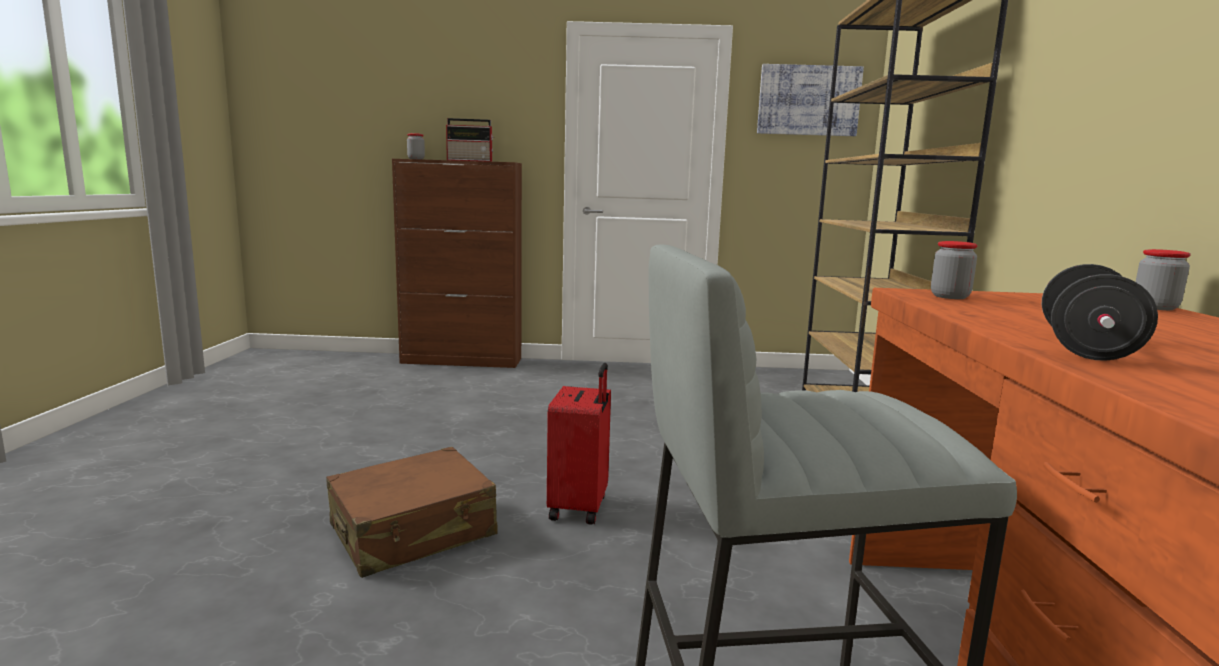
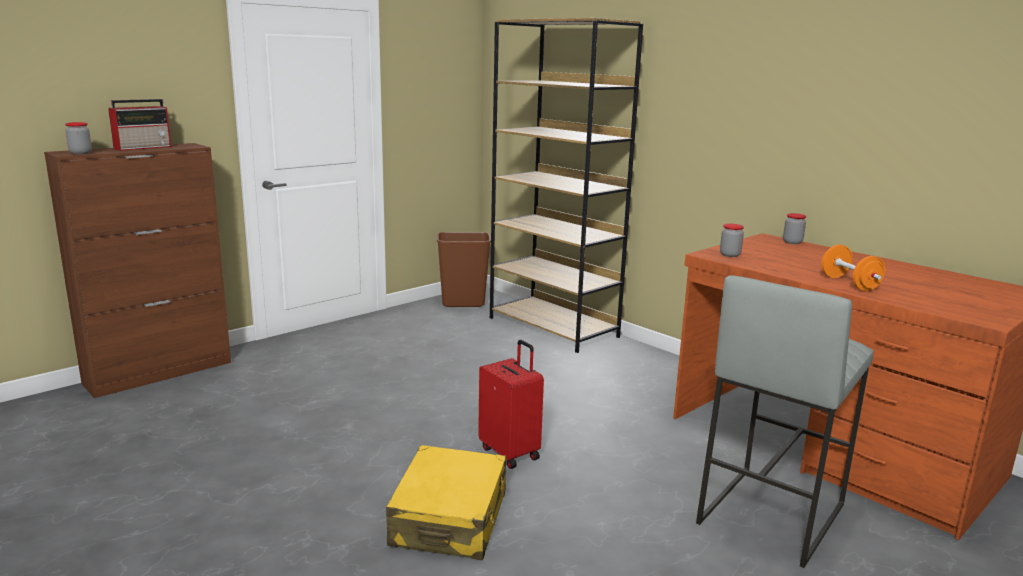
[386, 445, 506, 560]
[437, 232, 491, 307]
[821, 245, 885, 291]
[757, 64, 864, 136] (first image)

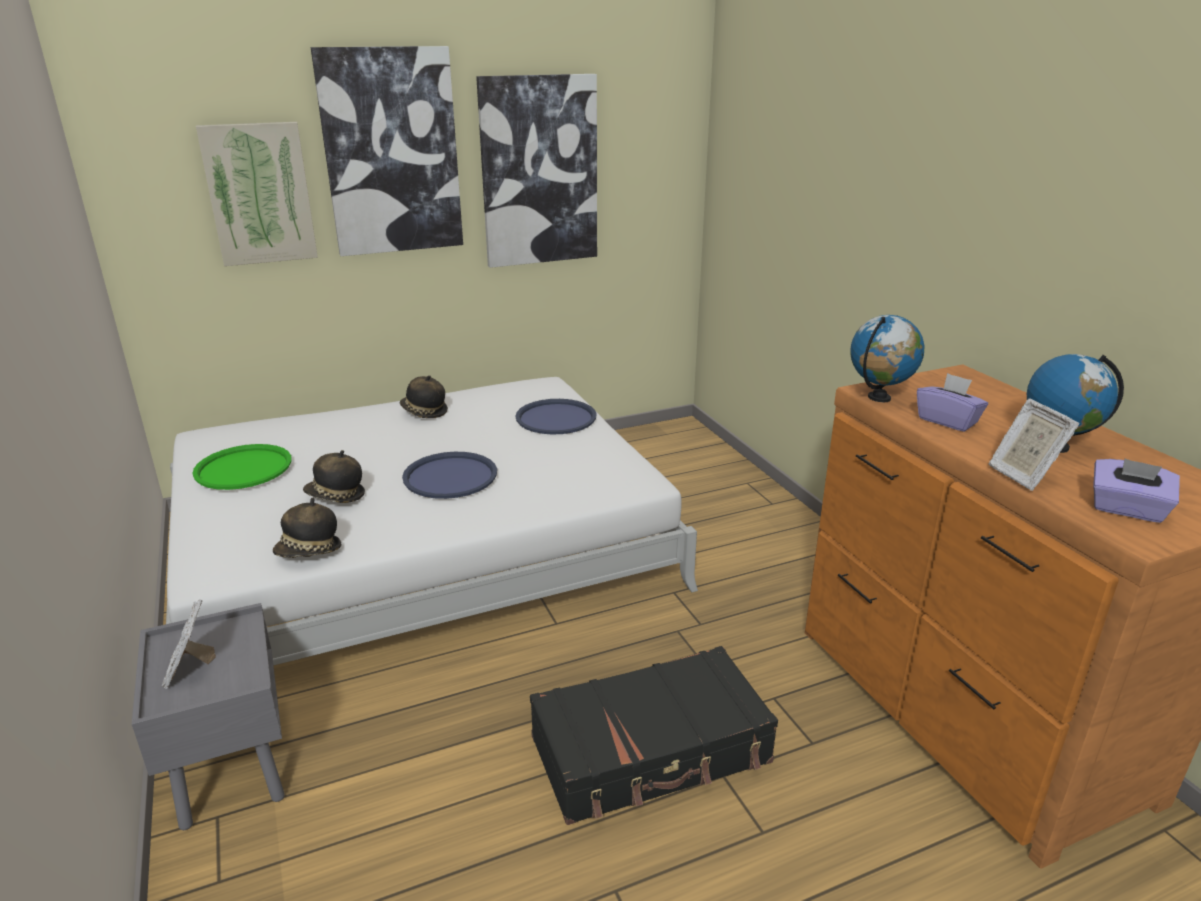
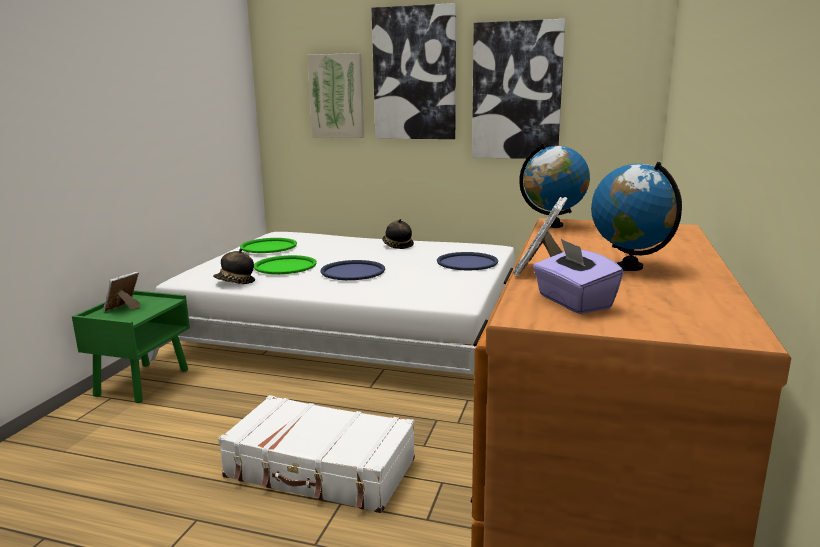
[72, 290, 190, 403]
[218, 395, 415, 513]
[254, 255, 317, 274]
[917, 373, 988, 432] (first image)

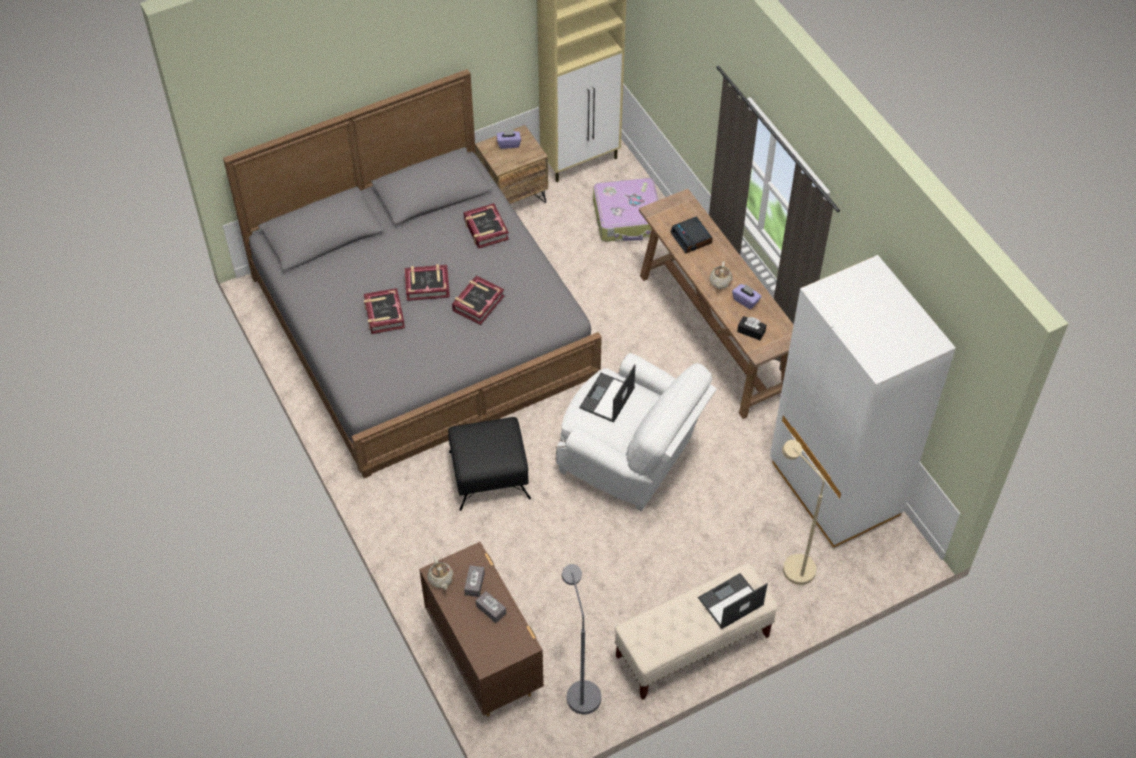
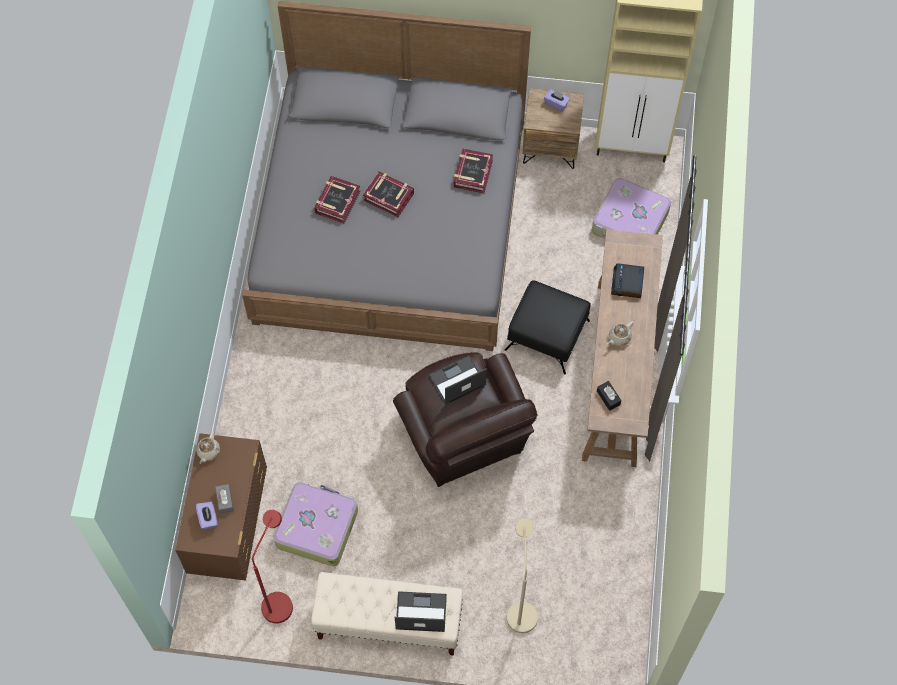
[196, 502, 217, 530]
[252, 510, 293, 624]
[274, 482, 358, 566]
[393, 352, 538, 487]
[505, 280, 591, 374]
[452, 276, 504, 325] (first image)
[464, 565, 485, 597] (first image)
[770, 255, 956, 548] (first image)

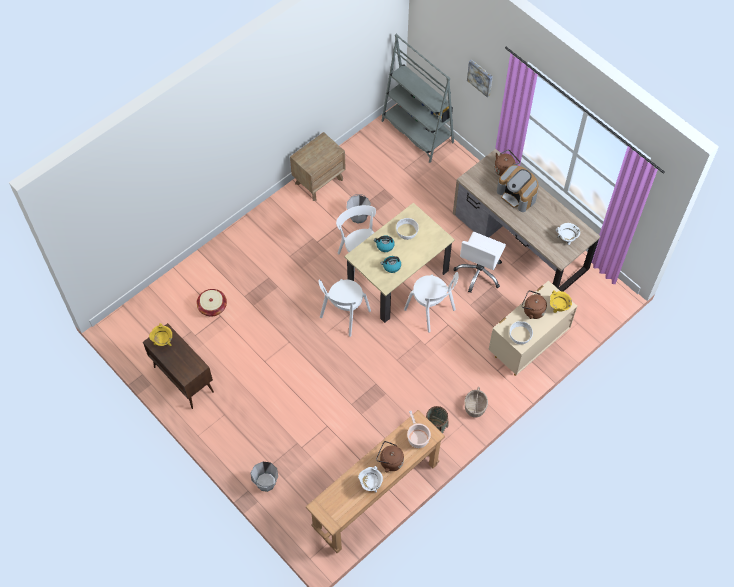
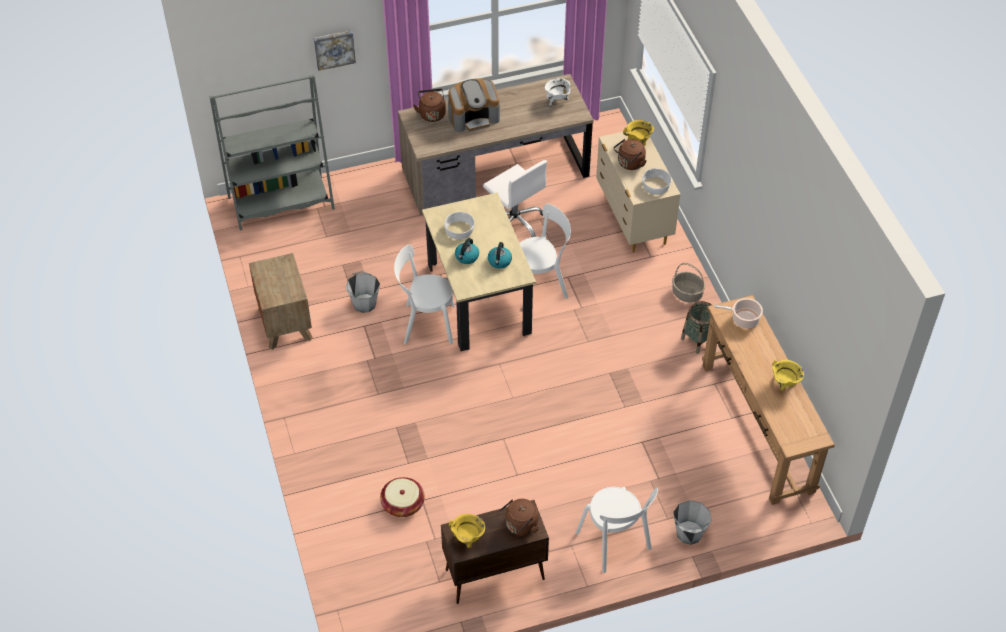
[499, 499, 539, 536]
[576, 487, 658, 573]
[772, 360, 804, 391]

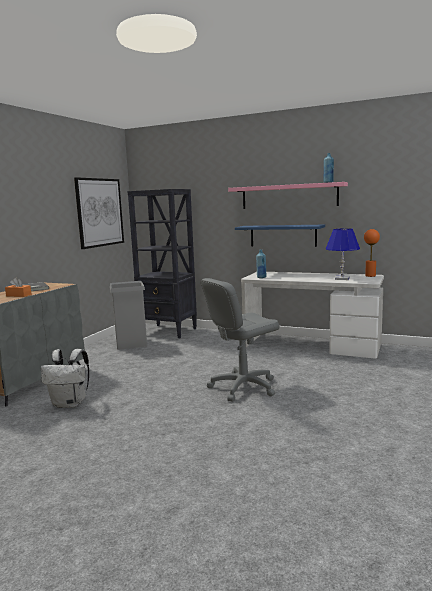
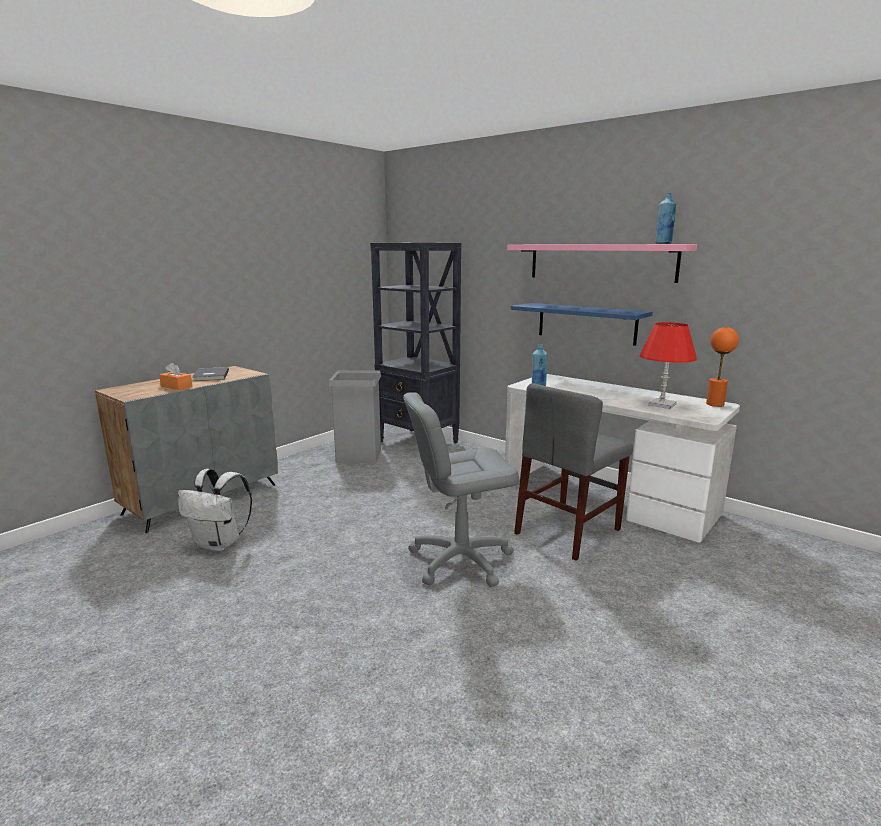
[514, 383, 633, 561]
[639, 322, 697, 409]
[74, 177, 124, 249] (first image)

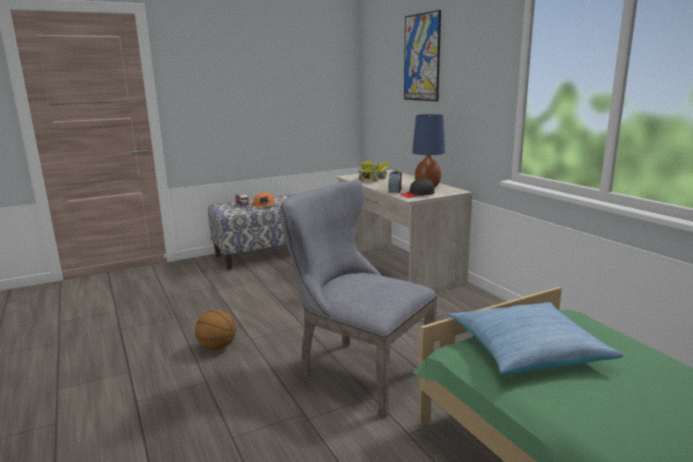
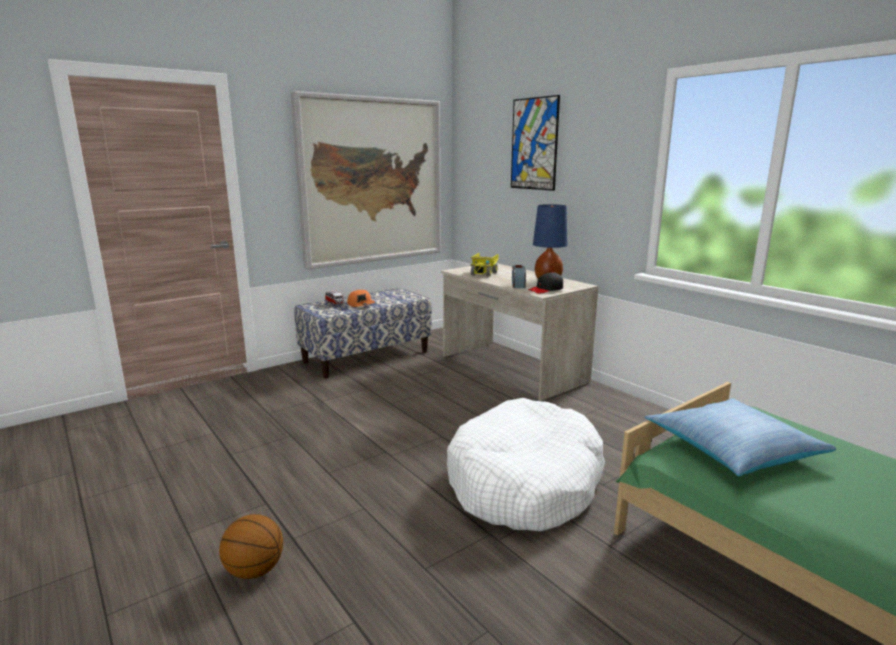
[219, 514, 283, 579]
[291, 91, 441, 270]
[447, 398, 605, 531]

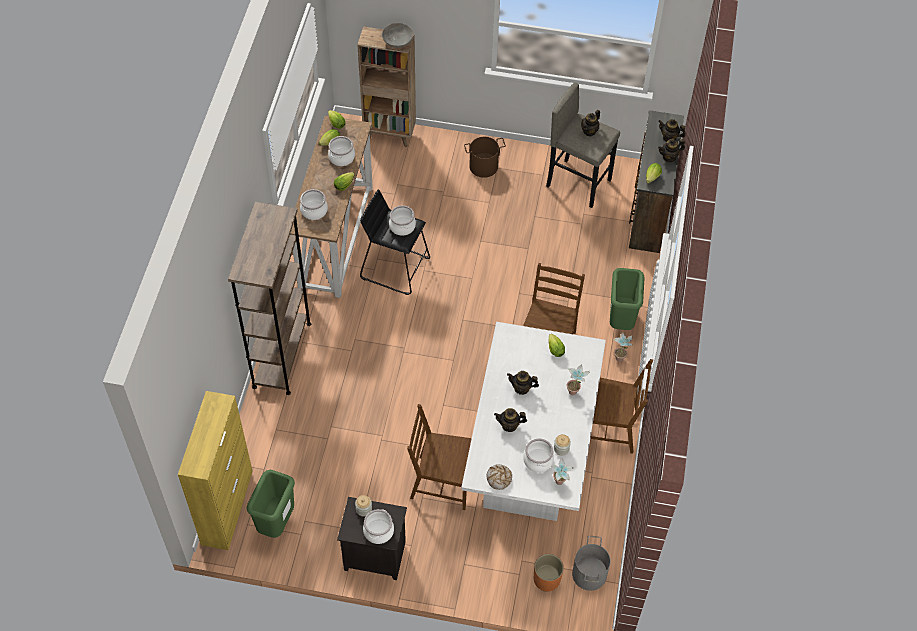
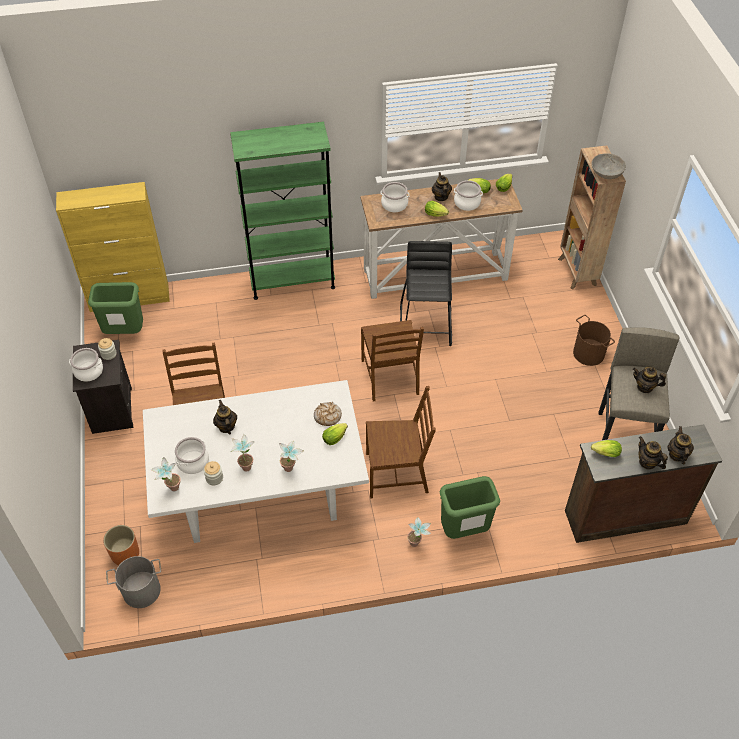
[230, 122, 335, 300]
[231, 434, 255, 472]
[314, 402, 342, 426]
[361, 320, 424, 402]
[432, 172, 452, 201]
[389, 205, 416, 236] (first image)

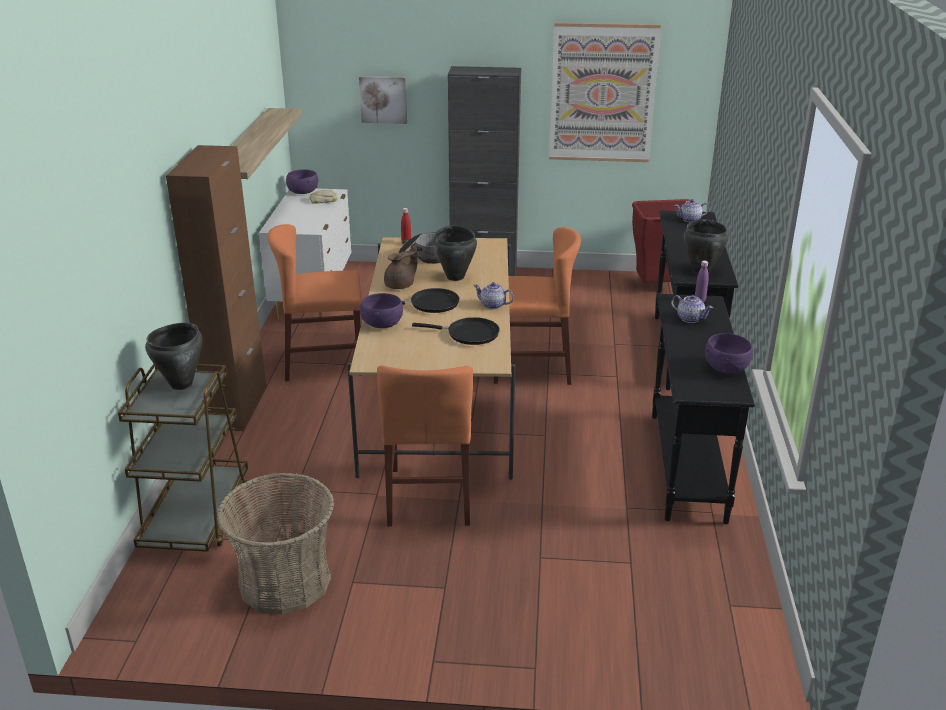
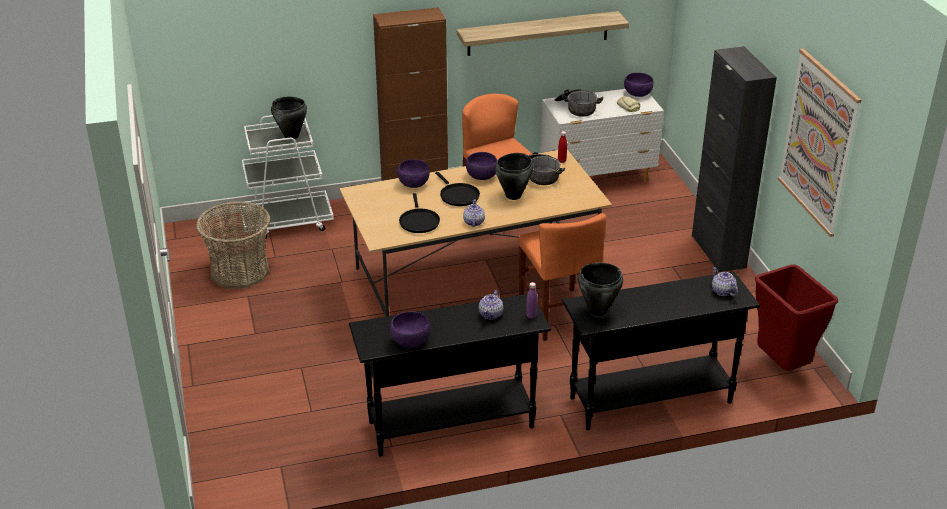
[240, 115, 334, 239]
[466, 152, 497, 180]
[555, 89, 603, 117]
[359, 76, 407, 124] (first image)
[377, 365, 473, 527] (first image)

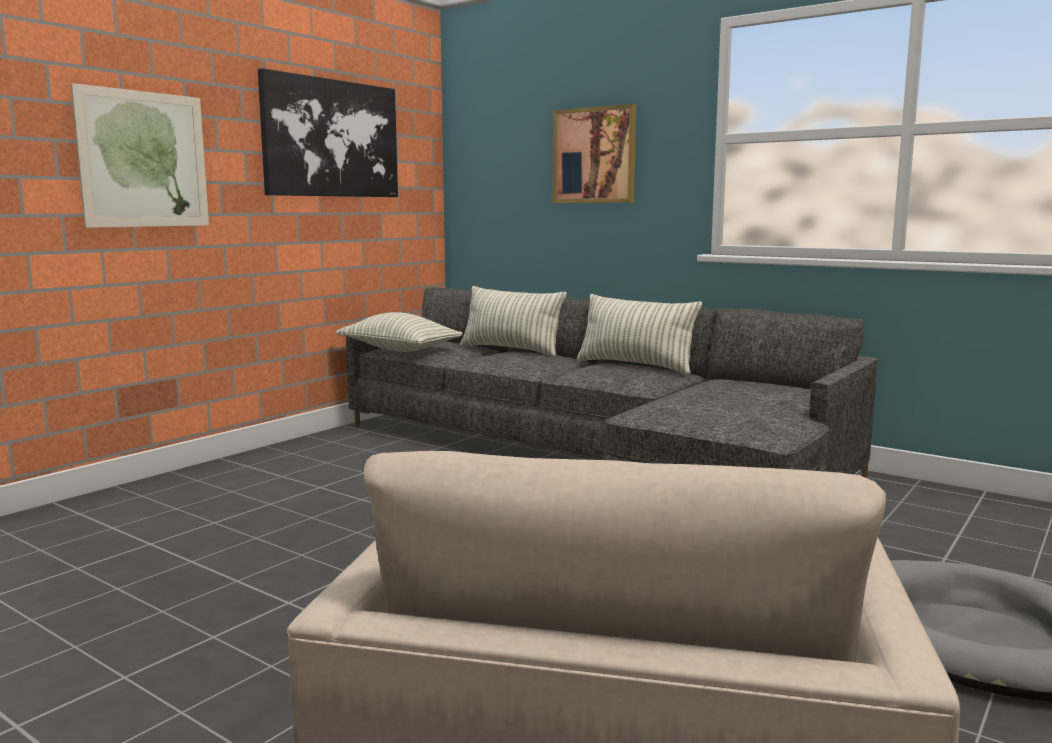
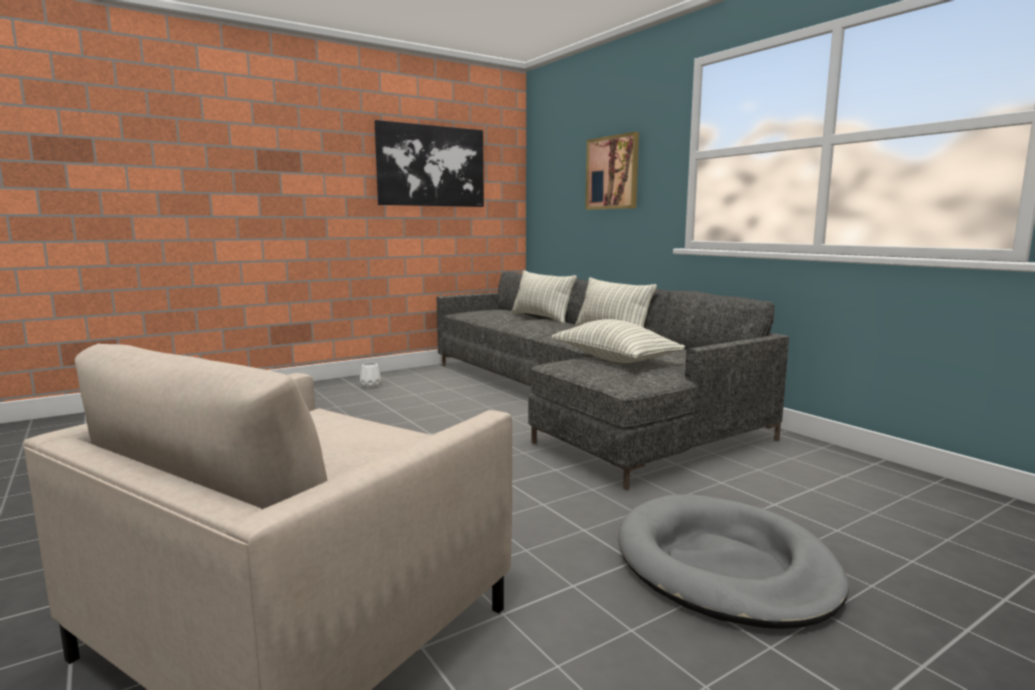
[360, 363, 381, 387]
[551, 319, 685, 363]
[71, 83, 209, 228] (first image)

